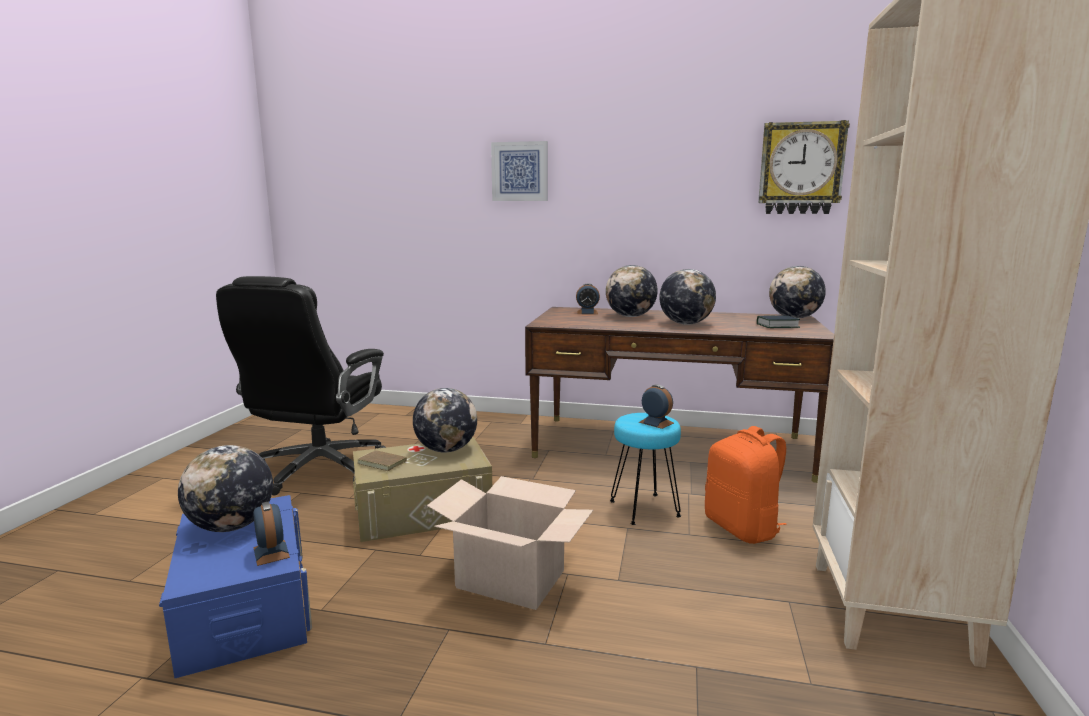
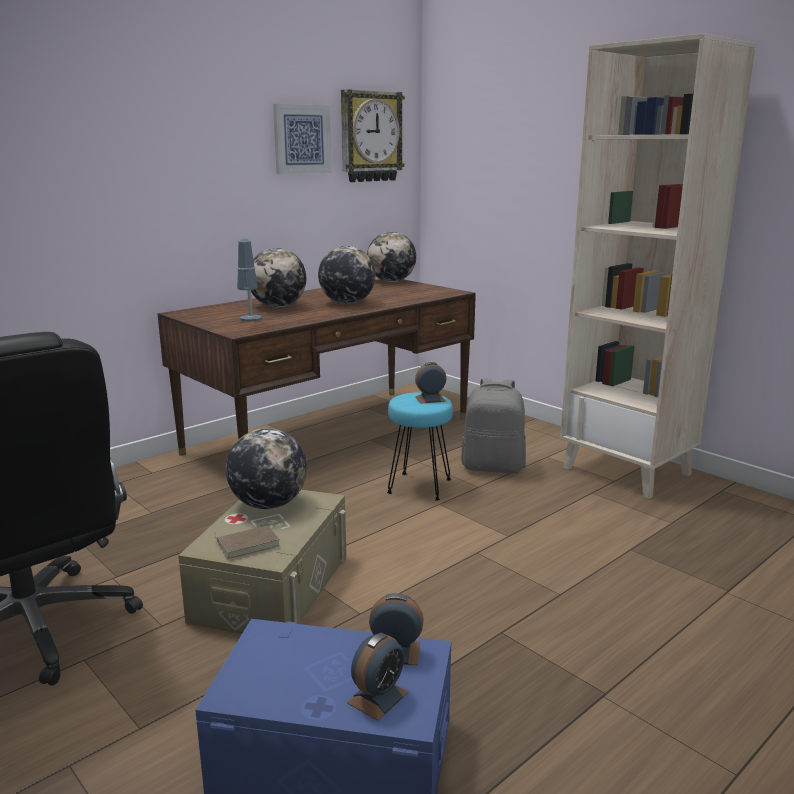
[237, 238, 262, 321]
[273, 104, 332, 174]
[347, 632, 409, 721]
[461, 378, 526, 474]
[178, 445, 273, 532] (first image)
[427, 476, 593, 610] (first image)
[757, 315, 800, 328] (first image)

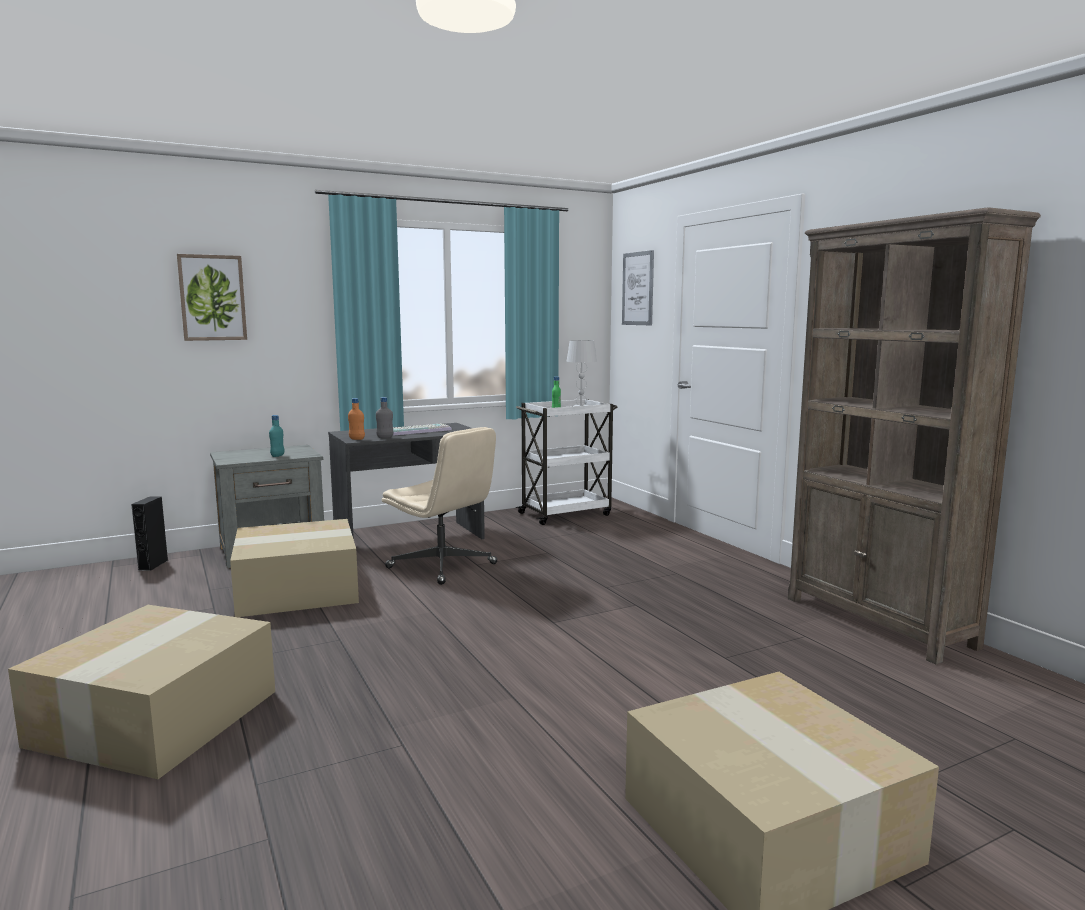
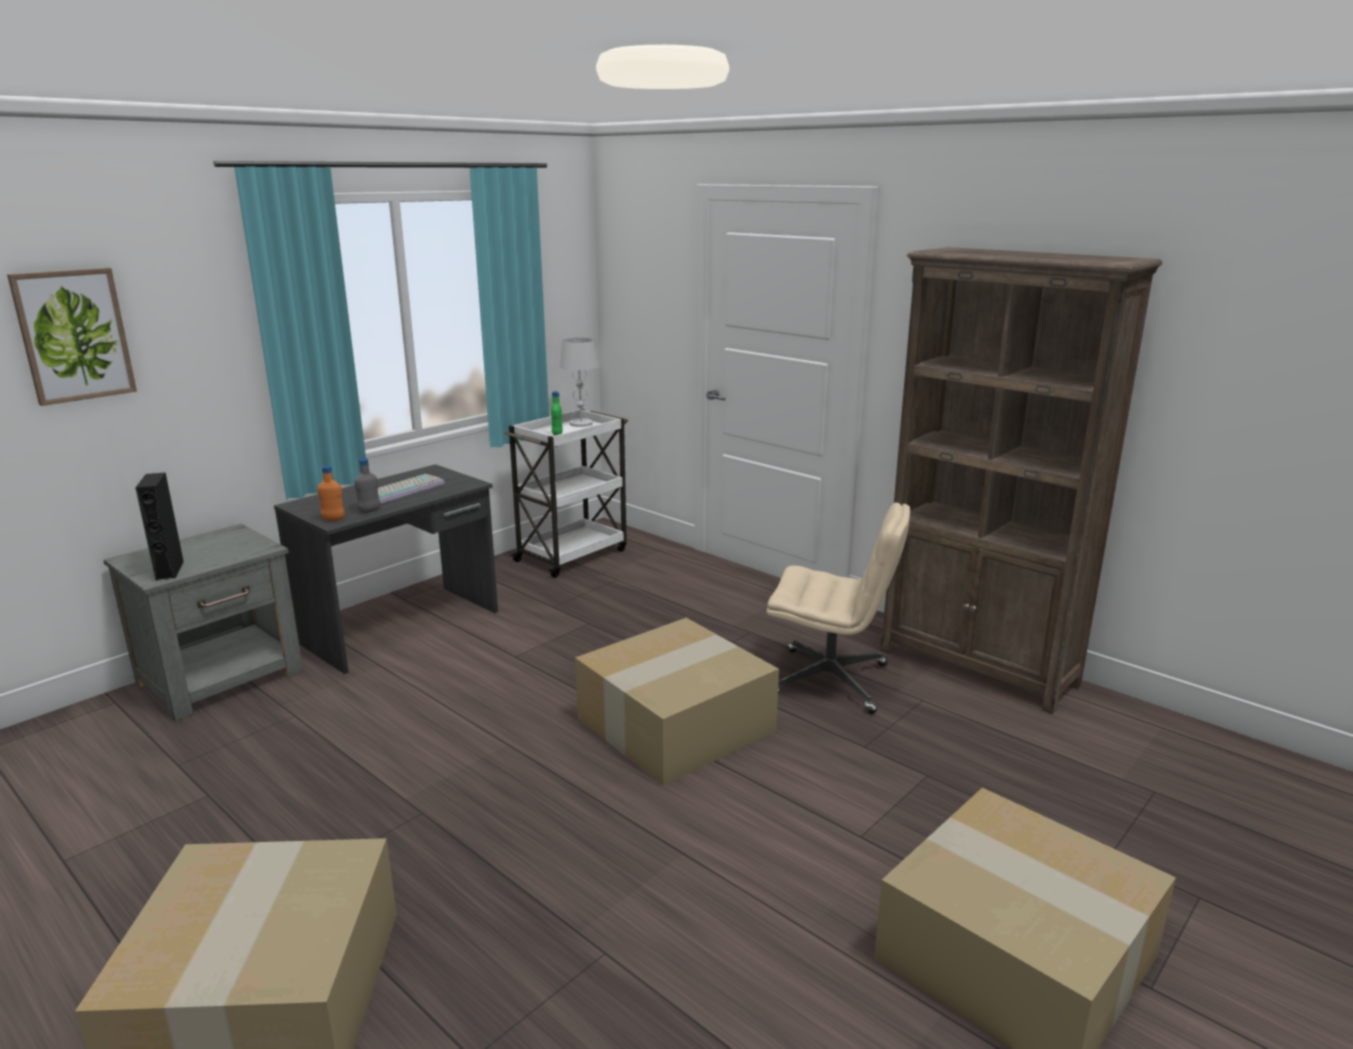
[135, 472, 184, 581]
[575, 618, 779, 786]
[767, 503, 910, 714]
[269, 415, 284, 457] (first image)
[622, 250, 654, 325] (first image)

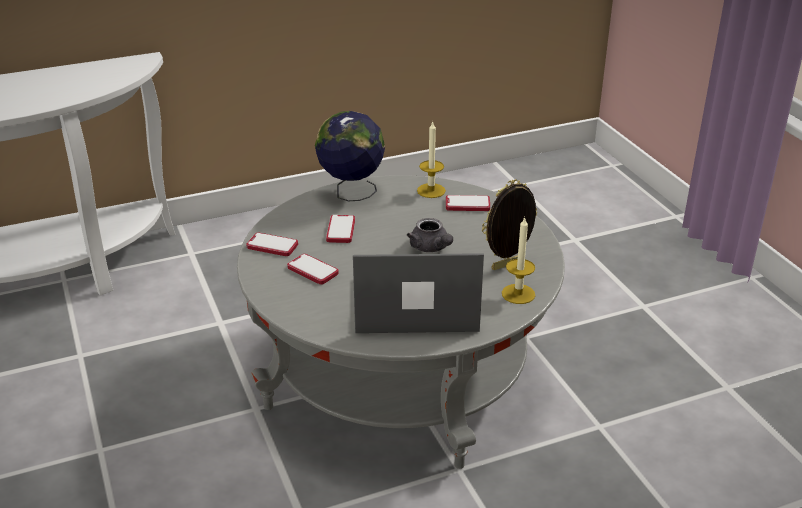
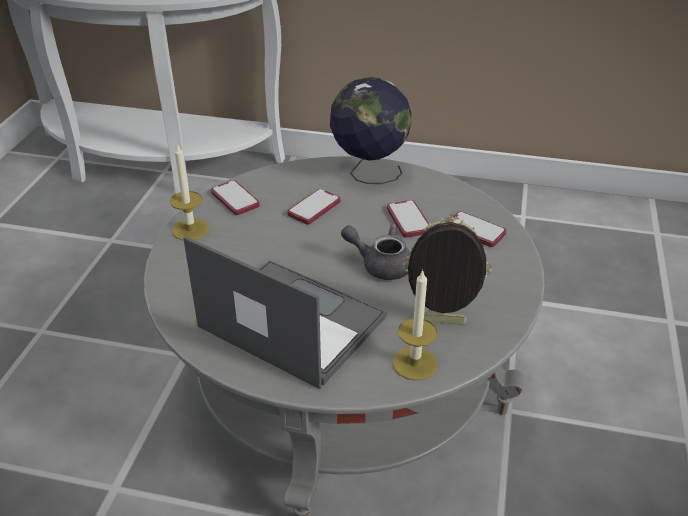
[170, 143, 209, 241]
[341, 224, 411, 280]
[387, 200, 428, 238]

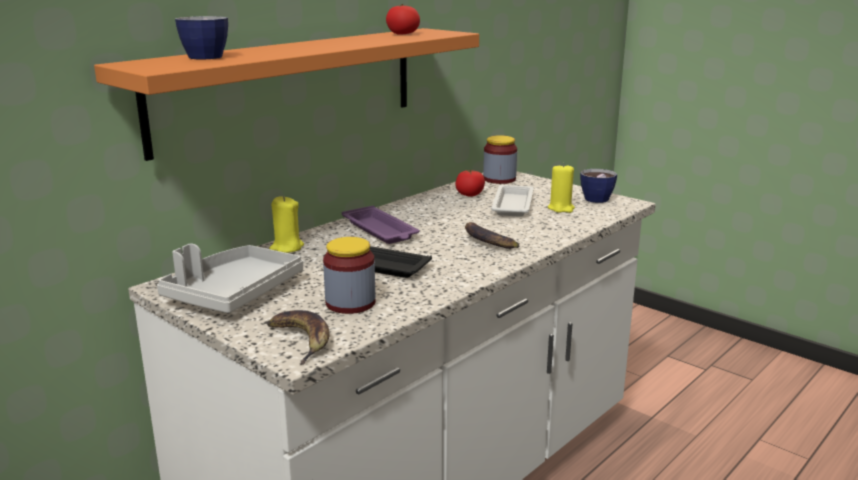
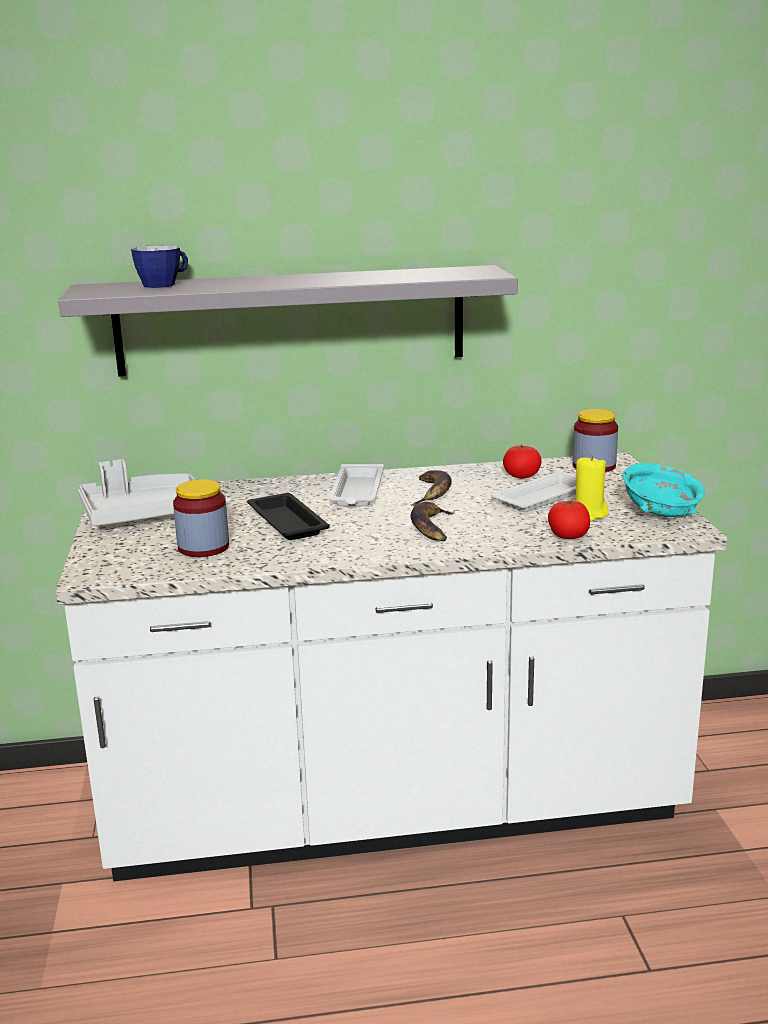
[58, 265, 518, 377]
[329, 464, 384, 506]
[411, 470, 452, 506]
[548, 500, 590, 539]
[623, 463, 705, 517]
[269, 196, 304, 253] (first image)

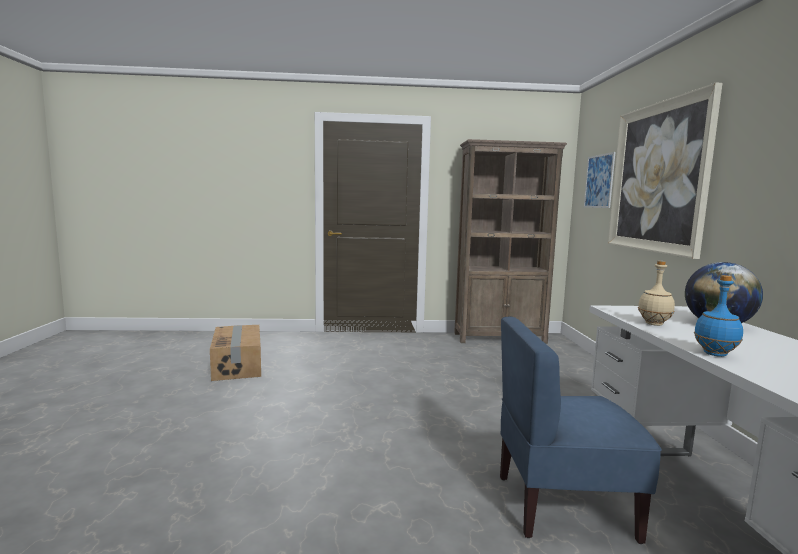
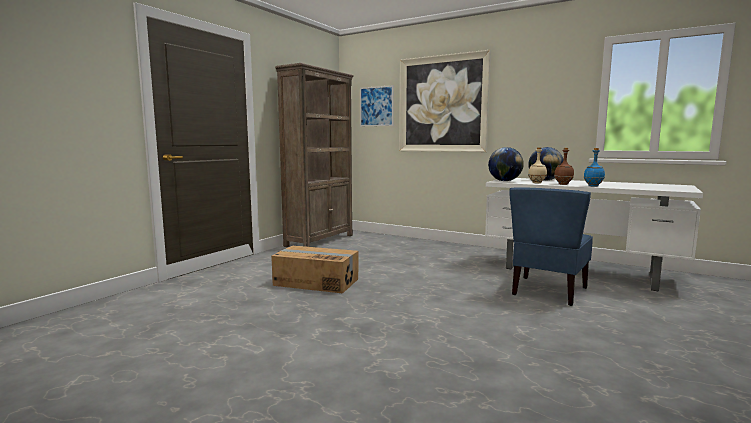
[271, 246, 359, 293]
[488, 147, 524, 181]
[554, 148, 574, 185]

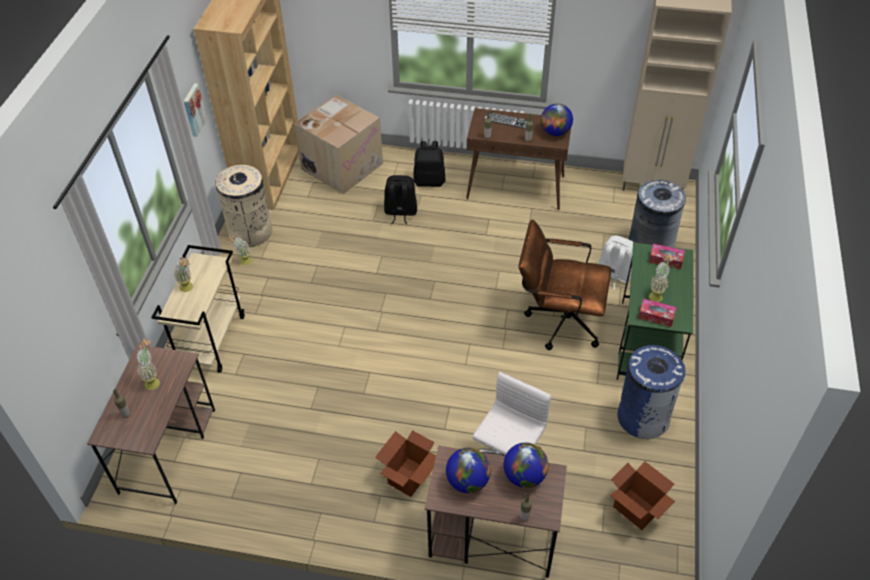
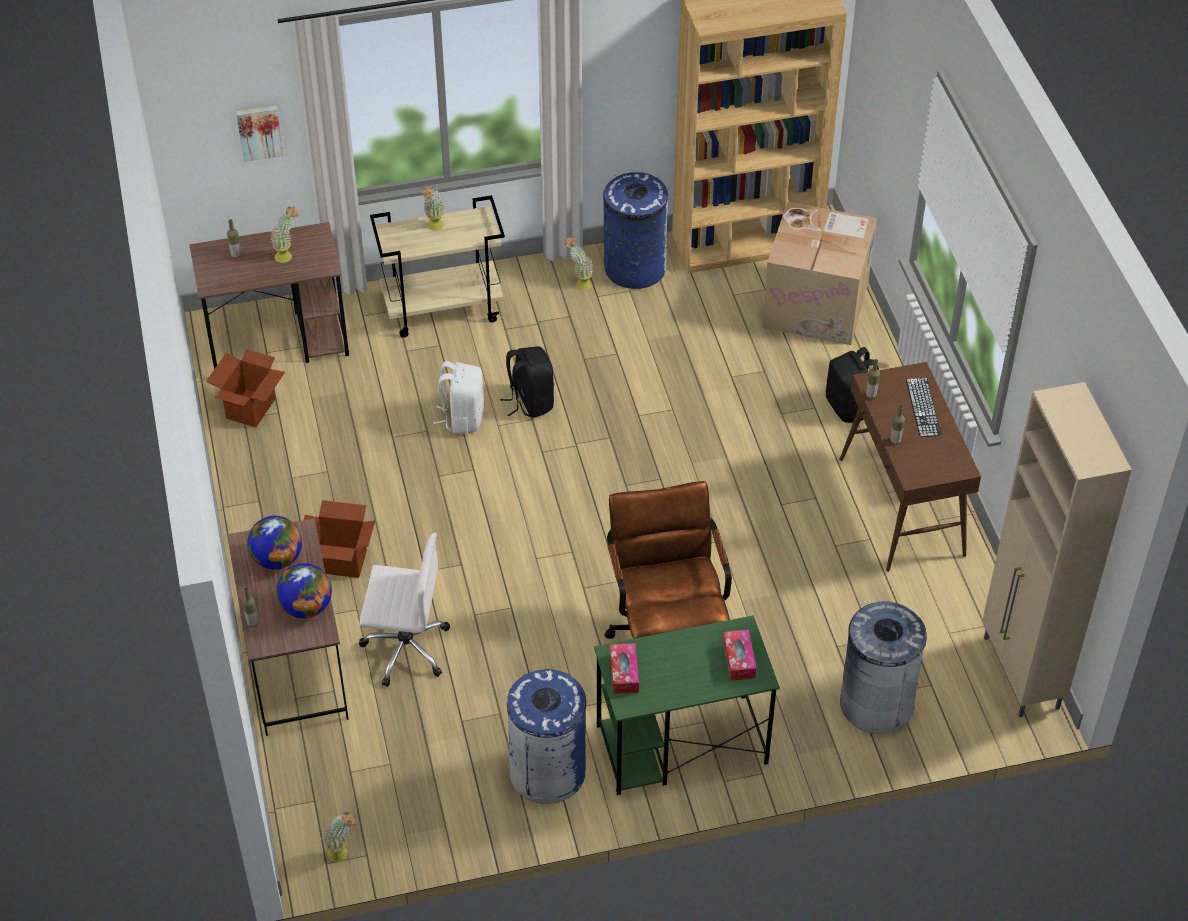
[206, 349, 285, 427]
[236, 105, 284, 162]
[323, 812, 356, 862]
[433, 361, 484, 434]
[500, 346, 554, 418]
[603, 172, 668, 289]
[541, 103, 573, 136] (first image)

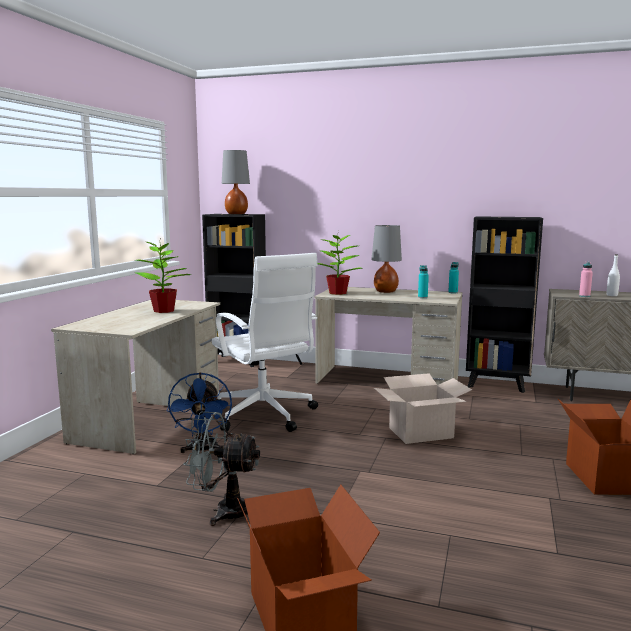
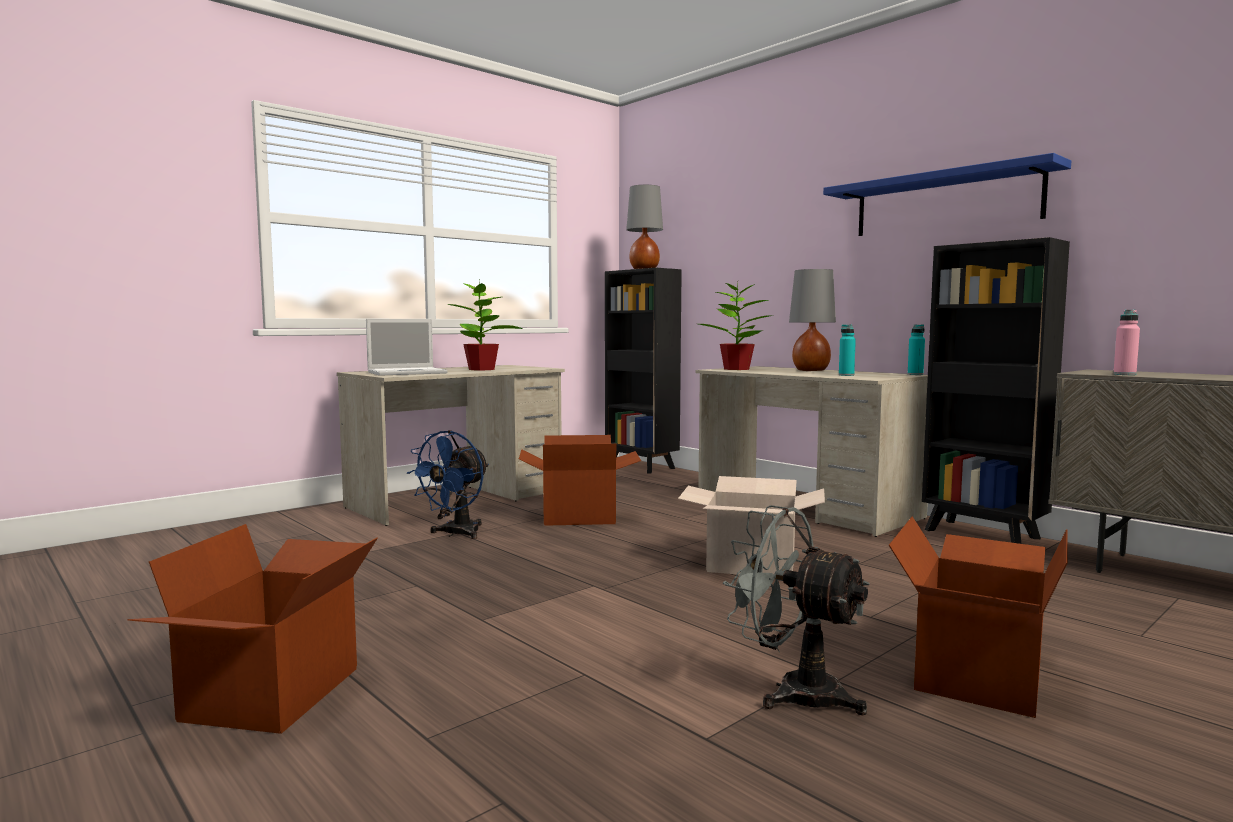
[366, 319, 448, 376]
[519, 435, 641, 526]
[723, 505, 869, 715]
[823, 153, 1071, 236]
[607, 254, 620, 296] (first image)

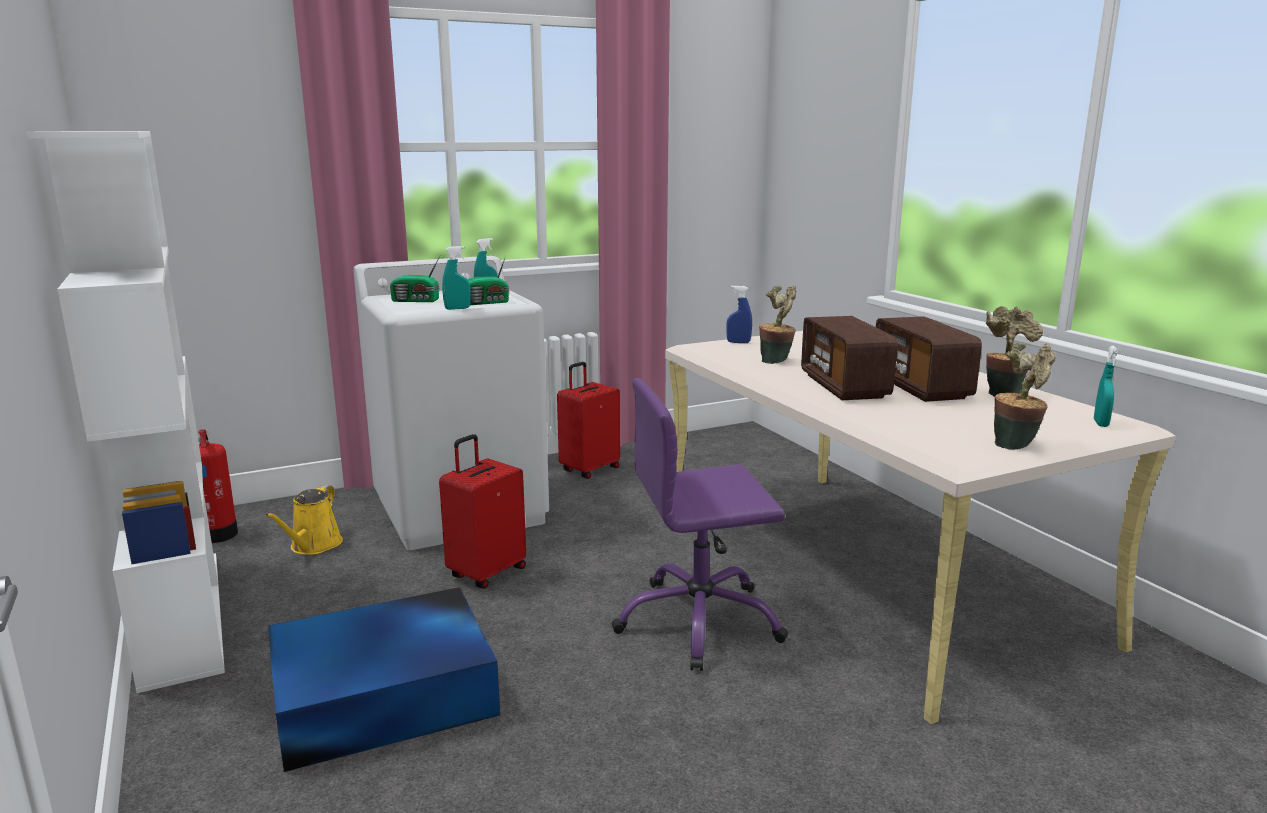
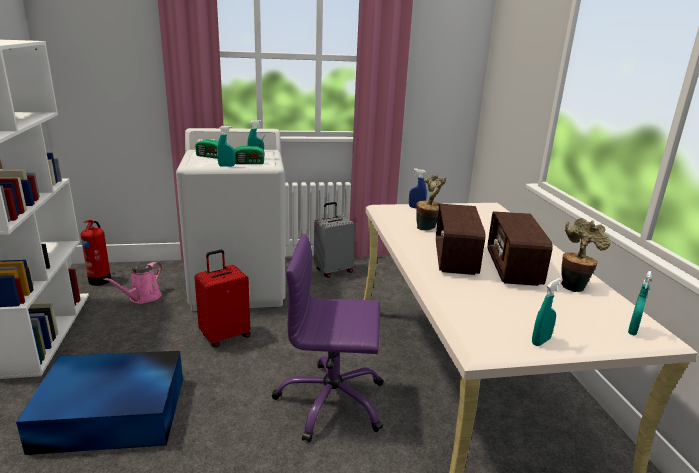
[103, 262, 162, 304]
[314, 202, 355, 278]
[532, 278, 561, 346]

